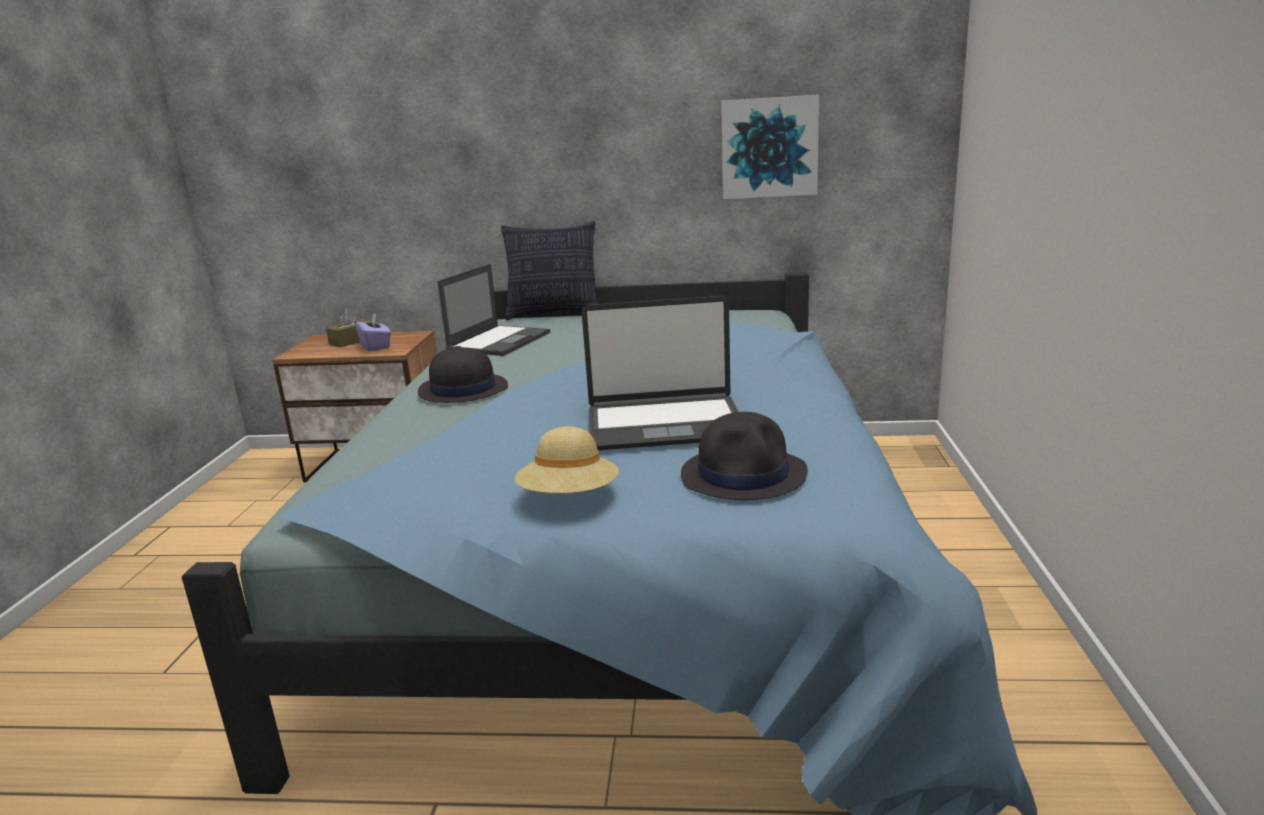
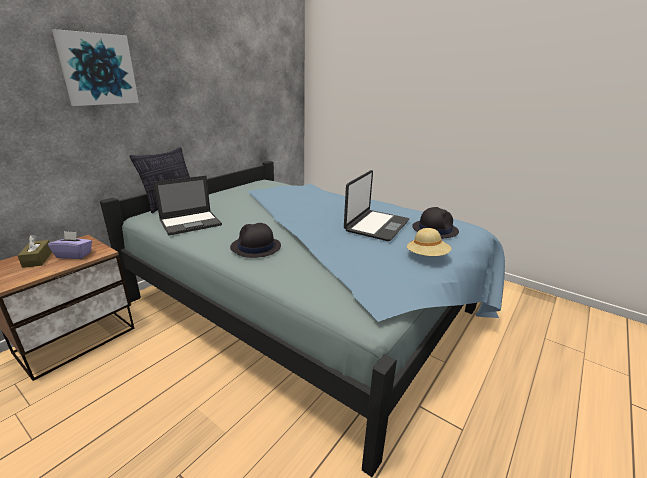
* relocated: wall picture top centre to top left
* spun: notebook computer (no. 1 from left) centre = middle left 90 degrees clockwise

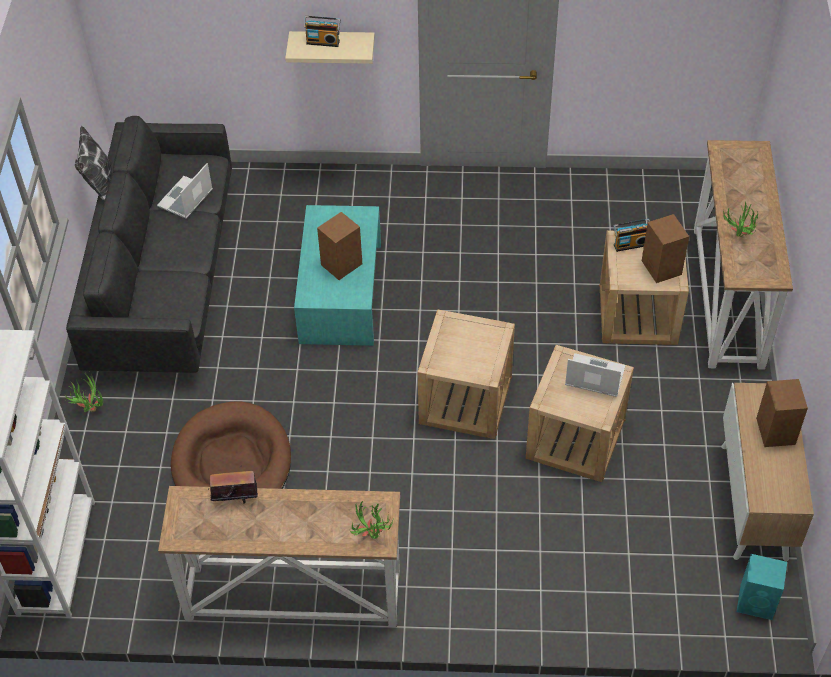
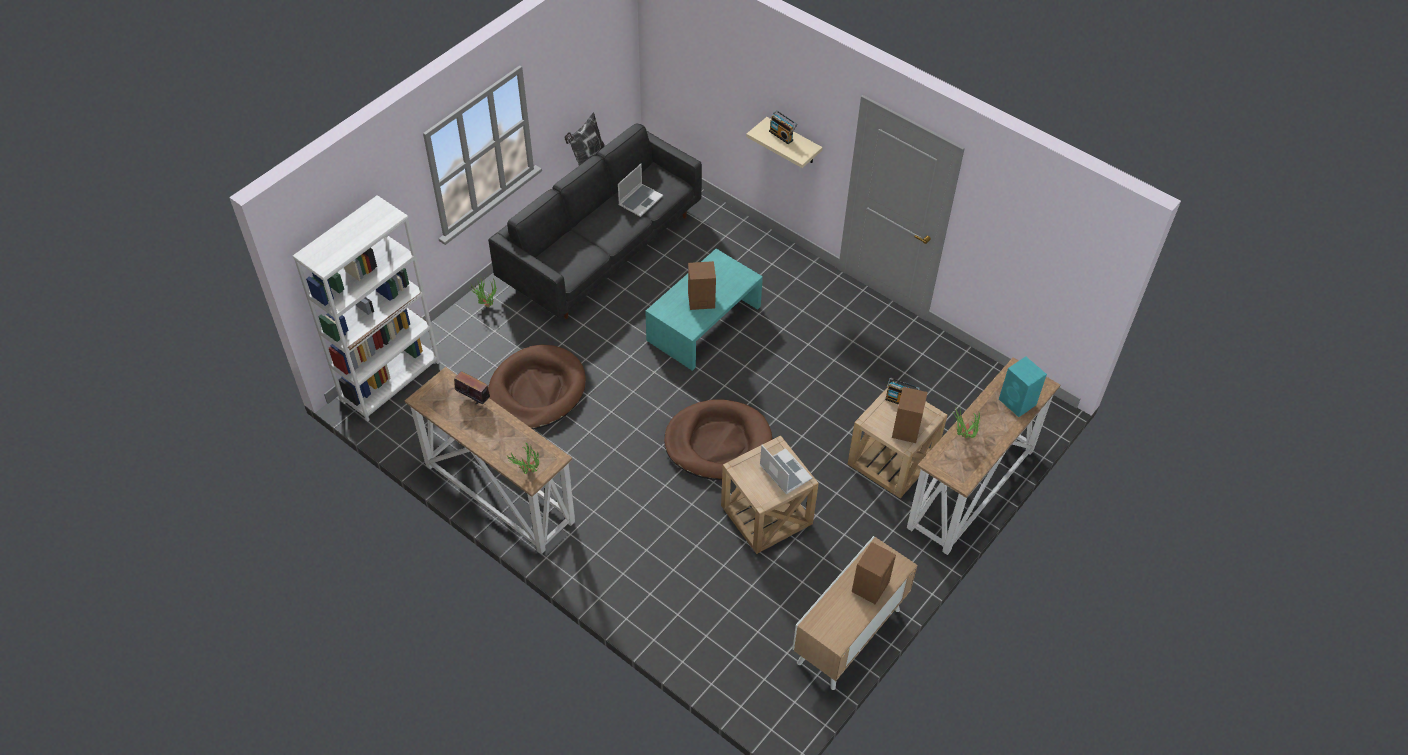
* relocated: loudspeaker (turquoise-coloured) bottom right to middle right
* exchanged: side table (beige-coloured) (no. 1 from left) centre to dog cushion (brown-coloured) (no. 2 from left) centre
* spun: notebook computer (no. 1 from left) top left = top centre 150 degrees clockwise

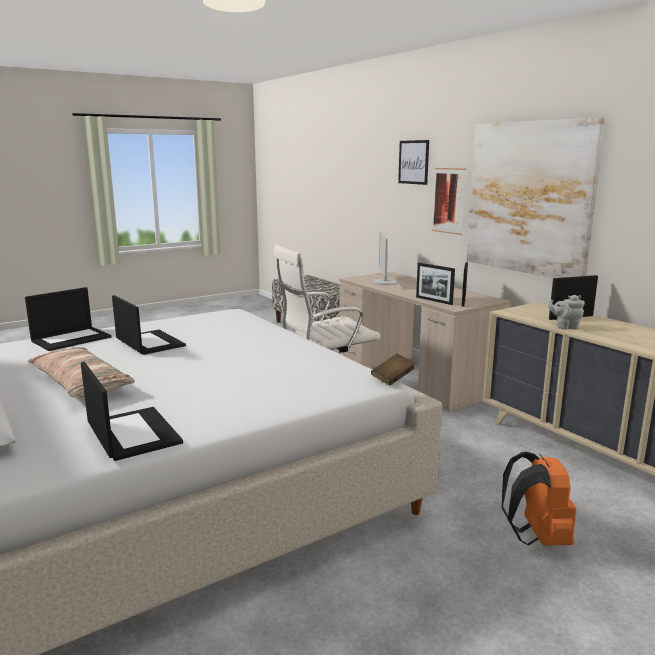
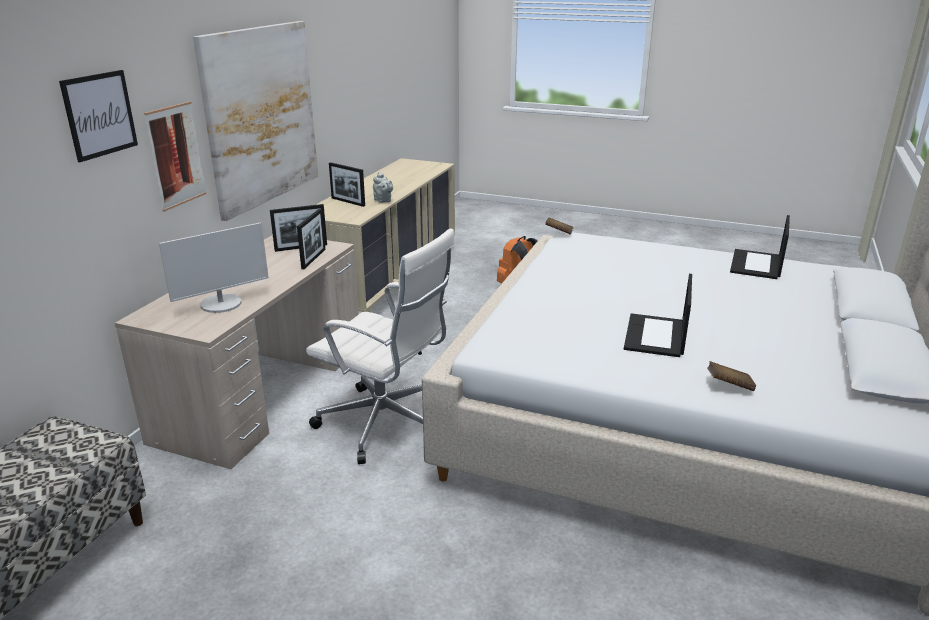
* missing: pillow middle left
* exchanged: notebook computer (no. 1 from left) middle left to book (brown-coloured) (no. 2 from left) middle right

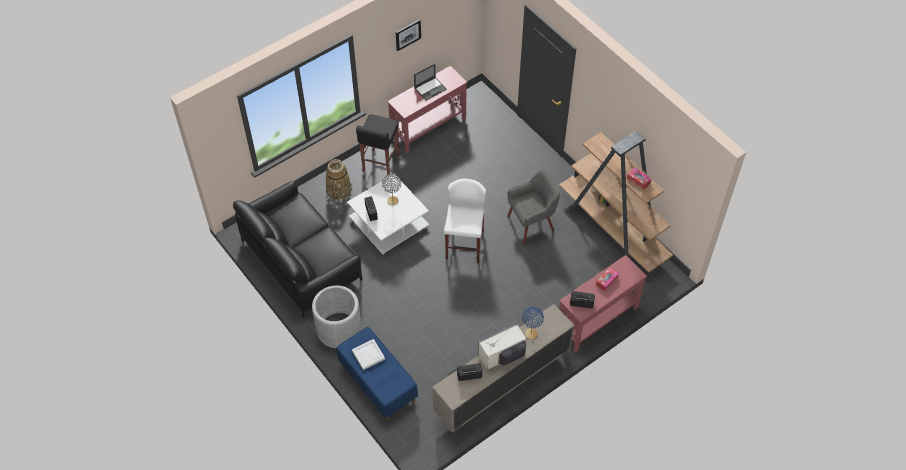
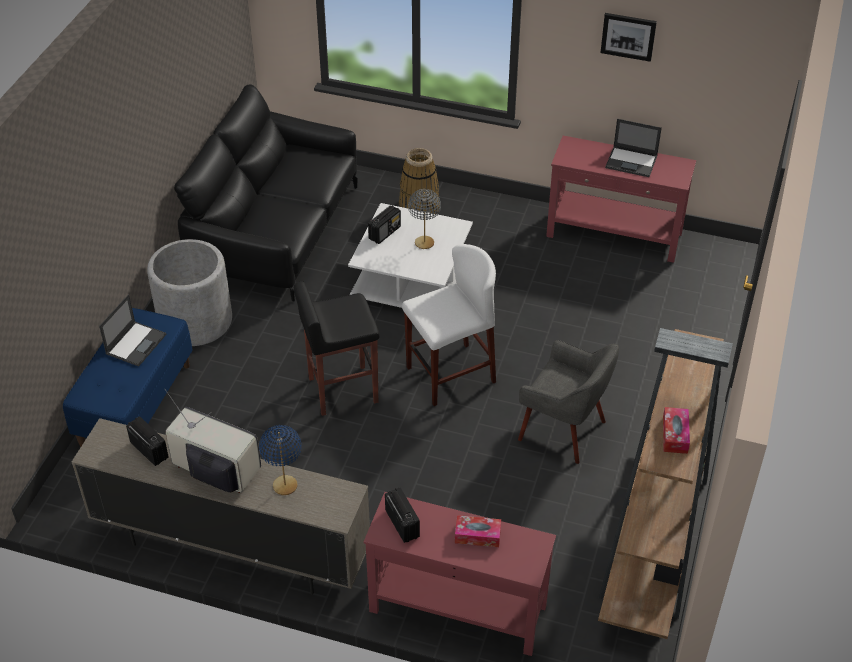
* relocated: stool seat (black-coloured) top centre to centre
* exchanged: carrying tray (whitish) bottom centre to notebook computer (no. 1 from left) middle left

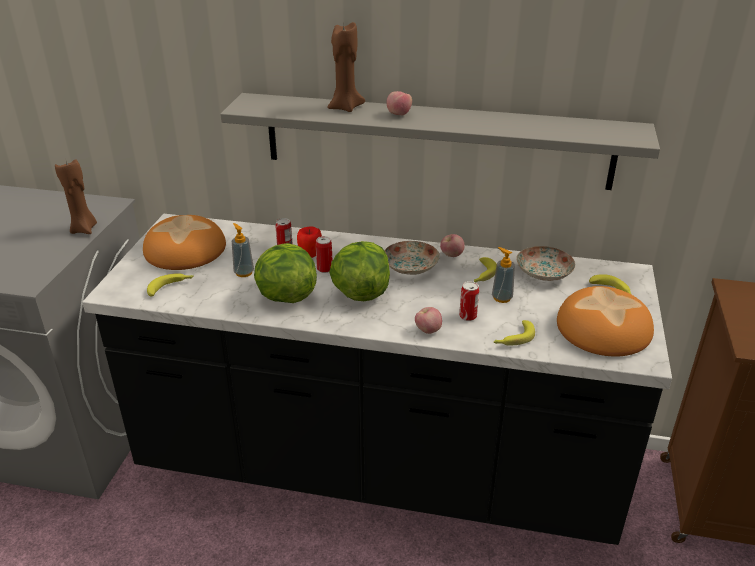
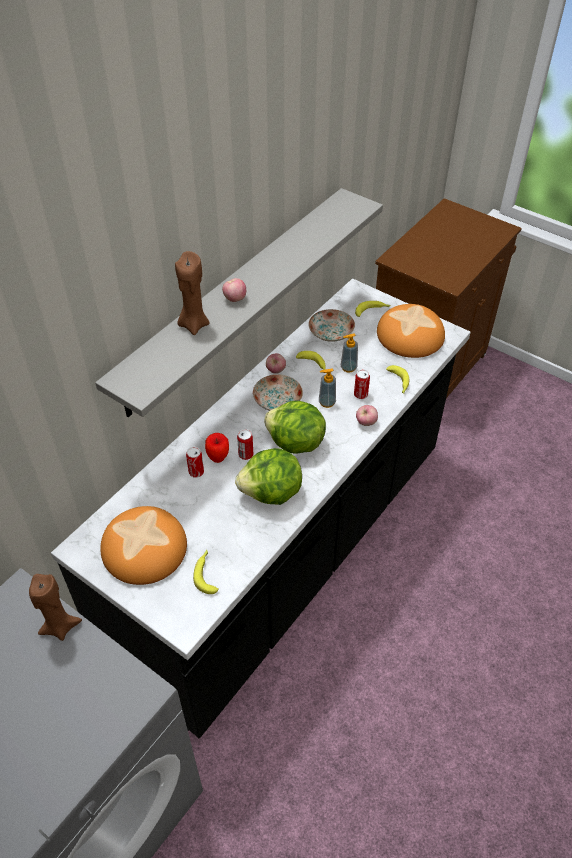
* relocated: liquid soap bottle (no. 1 from left) middle left to centre

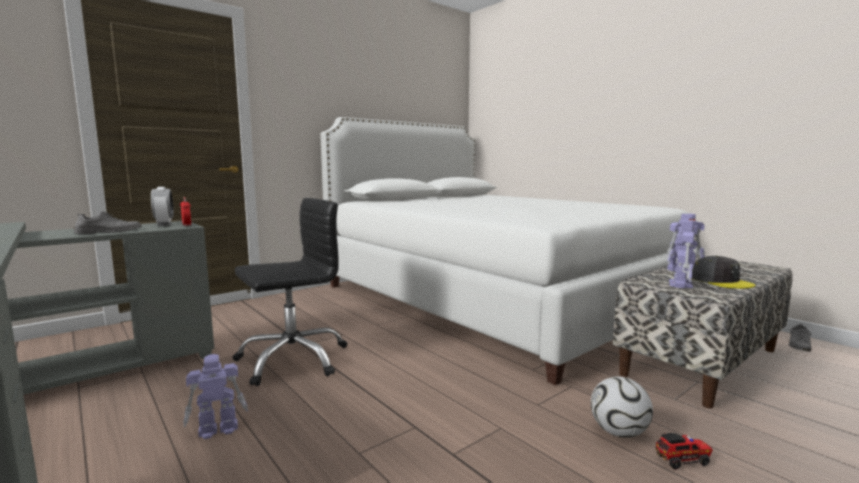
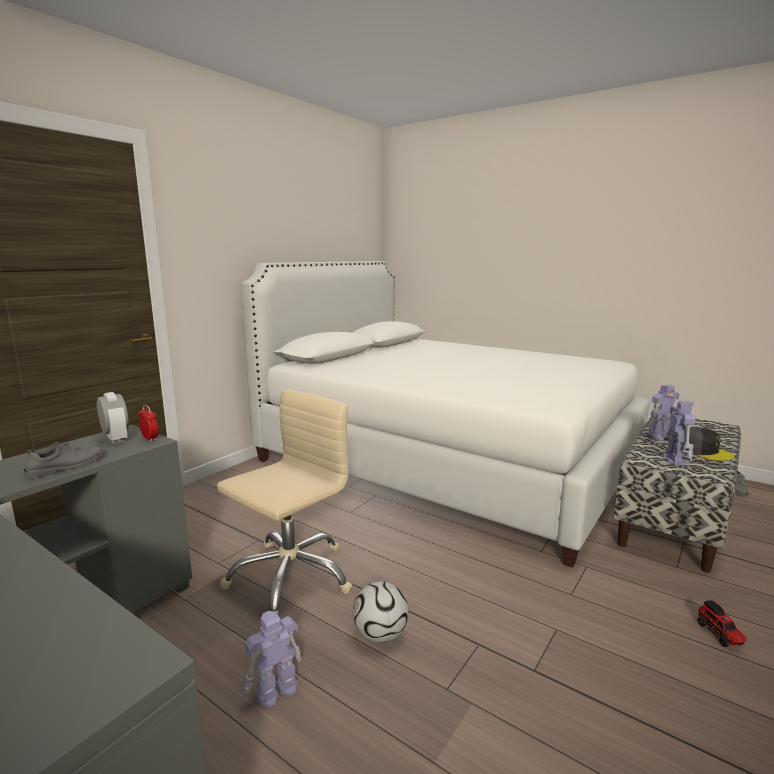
* relocated: football bottom right to bottom centre
* colour: computer chair (black-coloured) centre to computer chair (beige-coloured) centre
* spun: model truck bottom right = bottom right 105 degrees clockwise

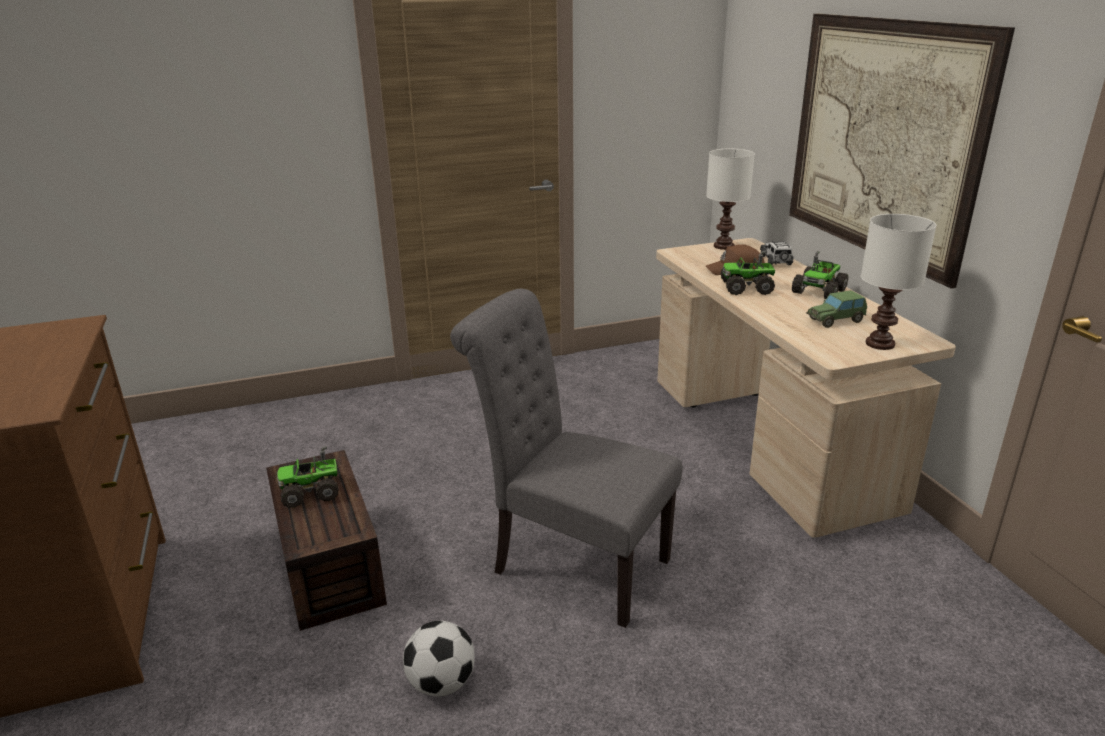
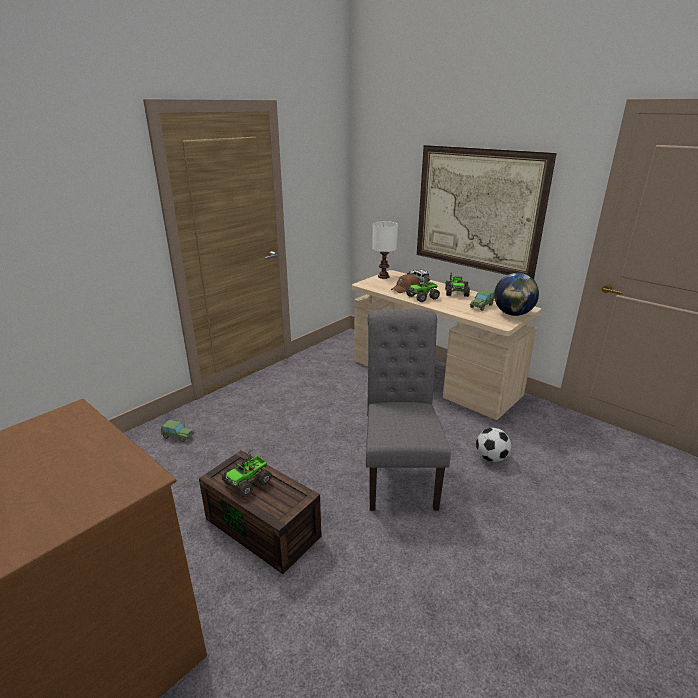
* appeared: model car (no. 1 from left) middle left
* relocated: football bottom centre to middle right
* exchanged: table lamp (whitish) (no. 2 from left) middle right to world globe middle right
* spun: upright chair (grey) centre = centre 90 degrees clockwise

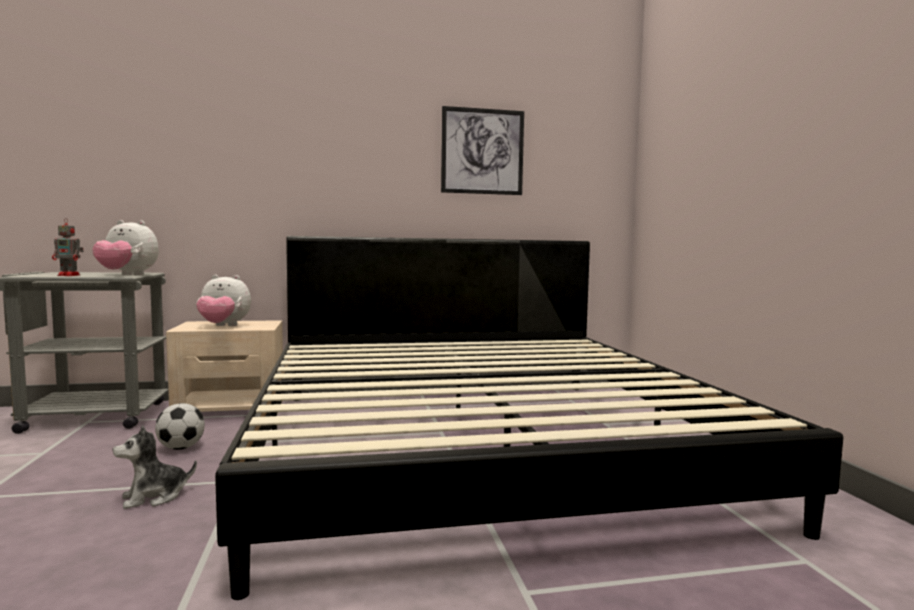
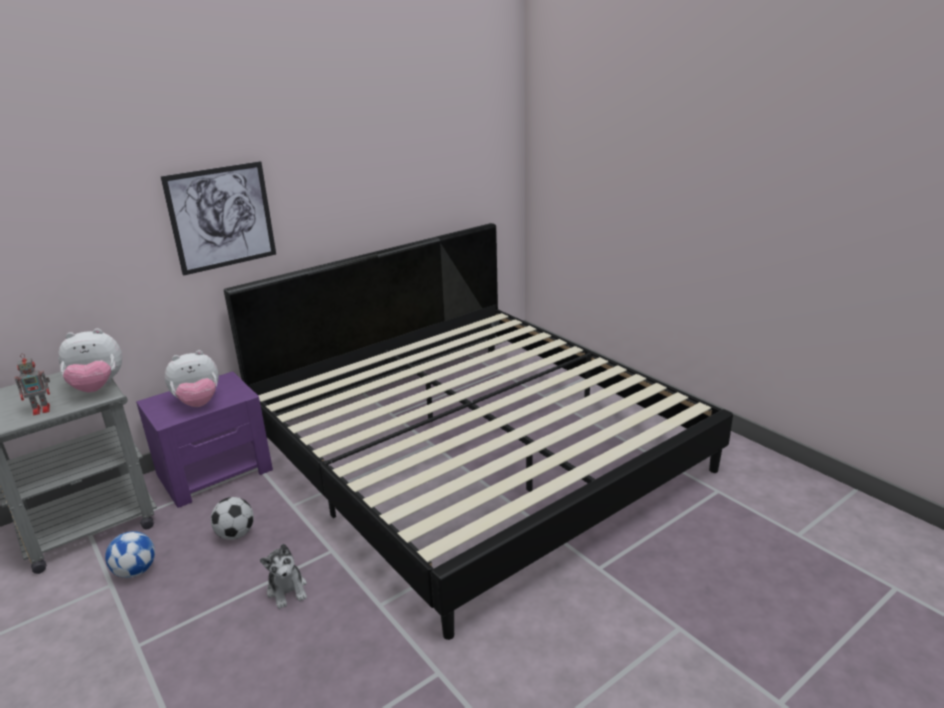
* appeared: football (no. 1 from left) bottom left
* relocated: wall picture top centre to top left
* colour: nightstand (beige-coloured) middle left to nightstand (purple) middle left
* spun: plush toy (no. 2 from left in the first image) bottom left = bottom left 60 degrees counterclockwise

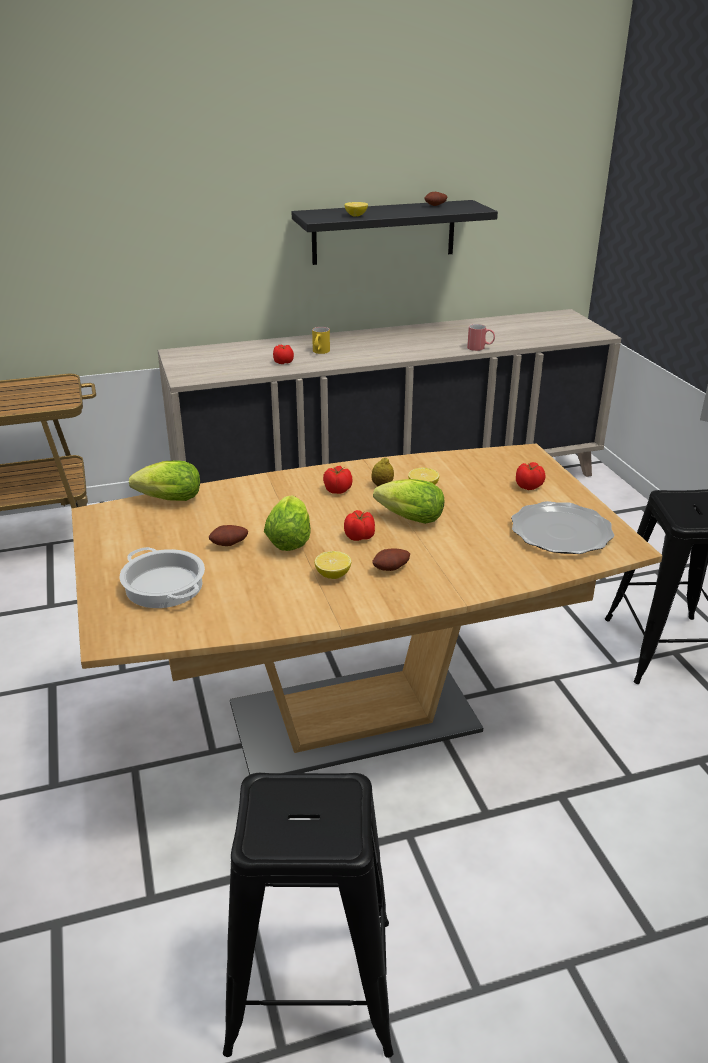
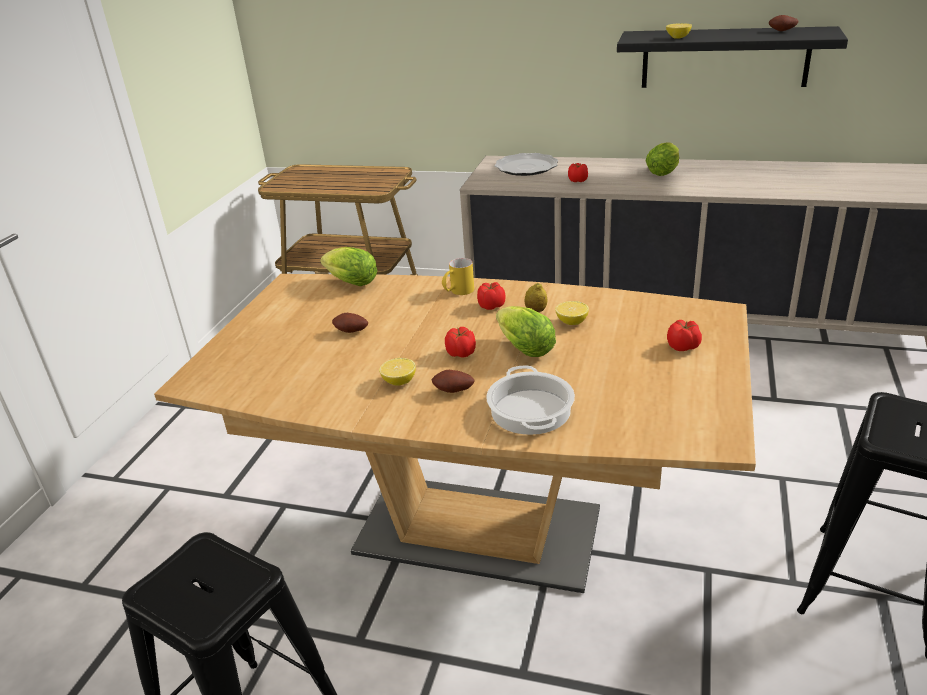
* missing: mug (reddish) top right
* relocated: cooking pot middle left to centre
* relocated: head of lettuce (no. 2 from left in the first image) centre to head of lettuce (no. 3 from left) top right
* relocated: mug (yellow-coloured) top centre to centre
* relocated: dinner plate middle right to top centre

